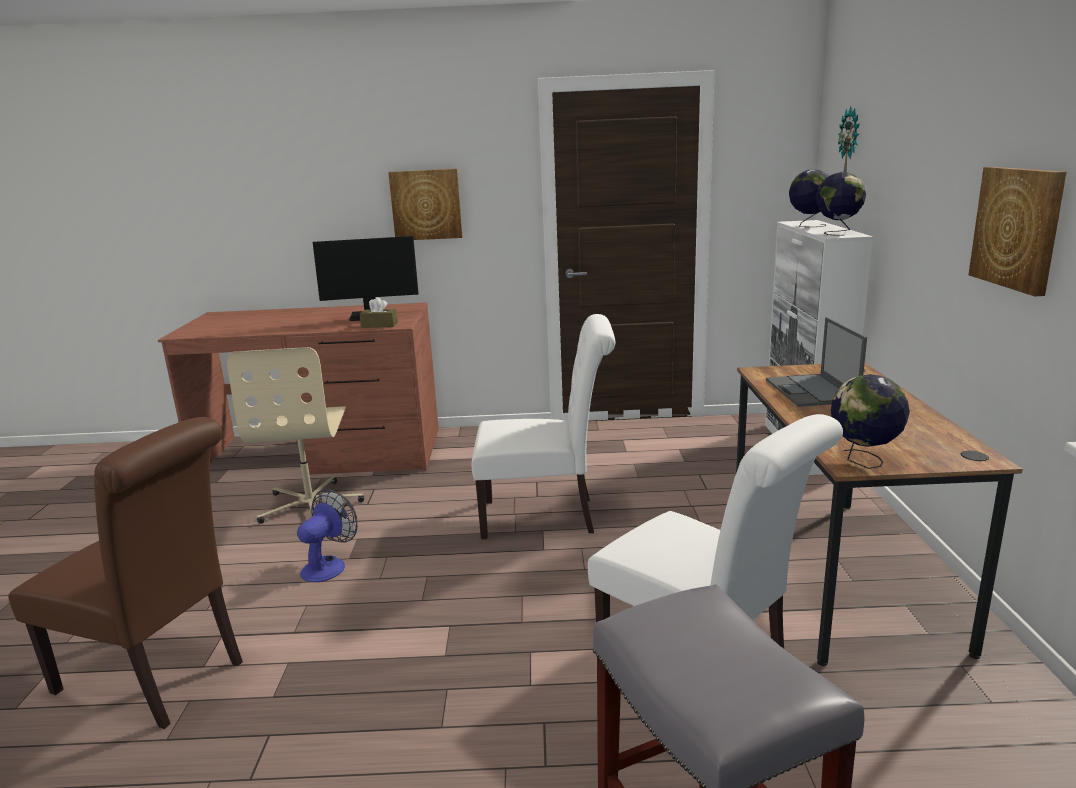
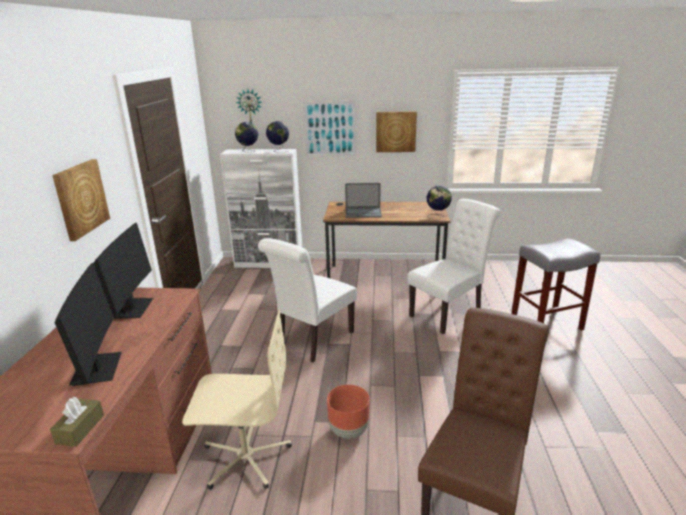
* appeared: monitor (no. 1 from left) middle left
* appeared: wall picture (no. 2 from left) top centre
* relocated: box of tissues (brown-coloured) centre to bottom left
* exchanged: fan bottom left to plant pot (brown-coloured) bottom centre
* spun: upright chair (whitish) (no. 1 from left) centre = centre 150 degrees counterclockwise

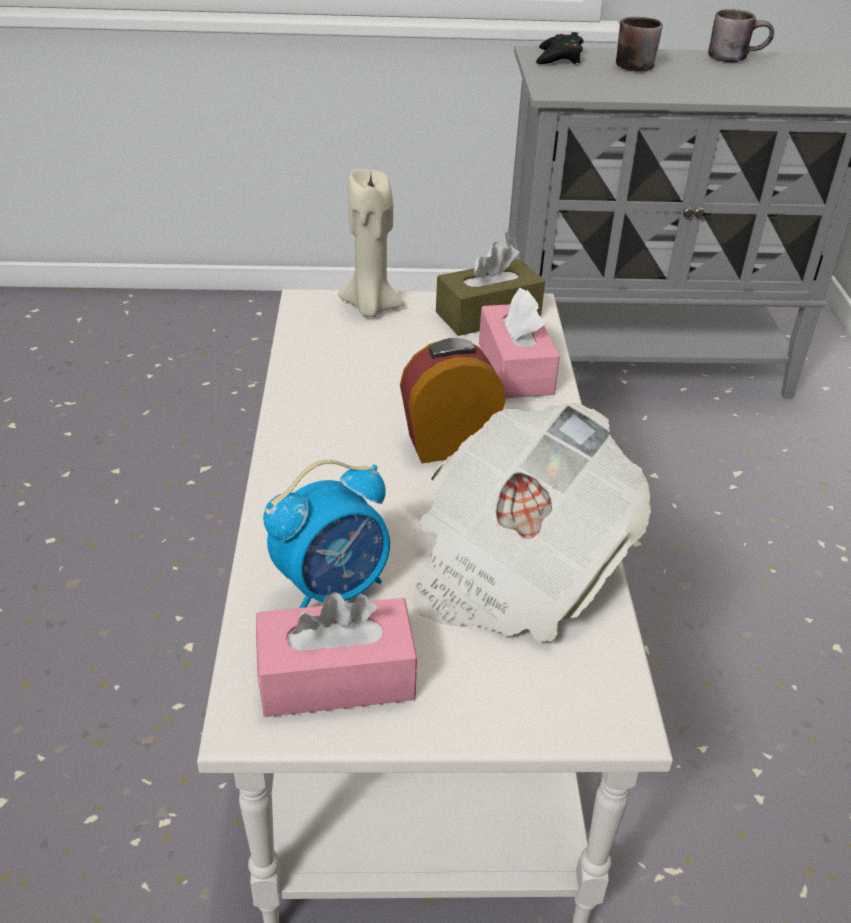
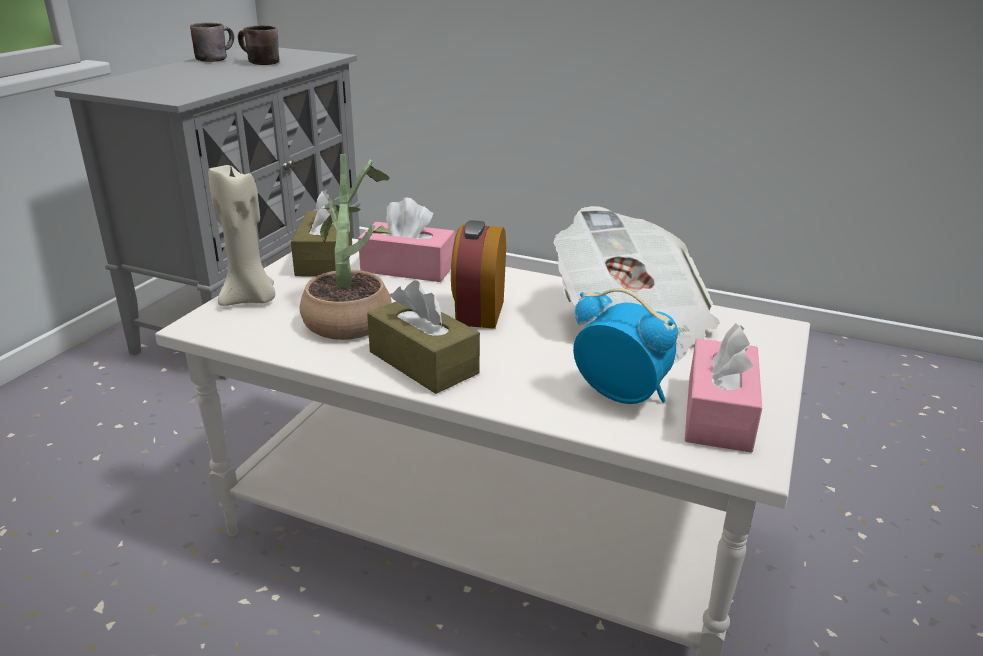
* missing: game controller (black-coloured) top centre
* appeared: plant in a pot centre
* appeared: box of tissues (brown-coloured) (no. 2 from left) centre
* relocated: mug (brown-coloured) (no. 1 from left in the first image) top right to mug (brown-coloured) (no. 2 from left) top left
* spun: alarm clock (no. 1 from left in the first image) centre = centre 45 degrees counterclockwise

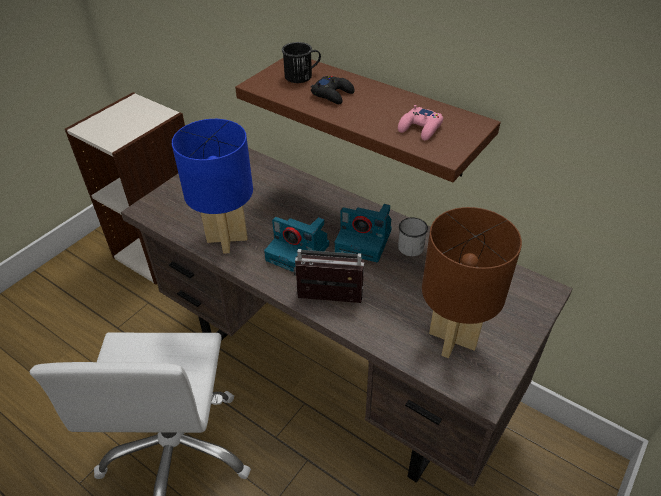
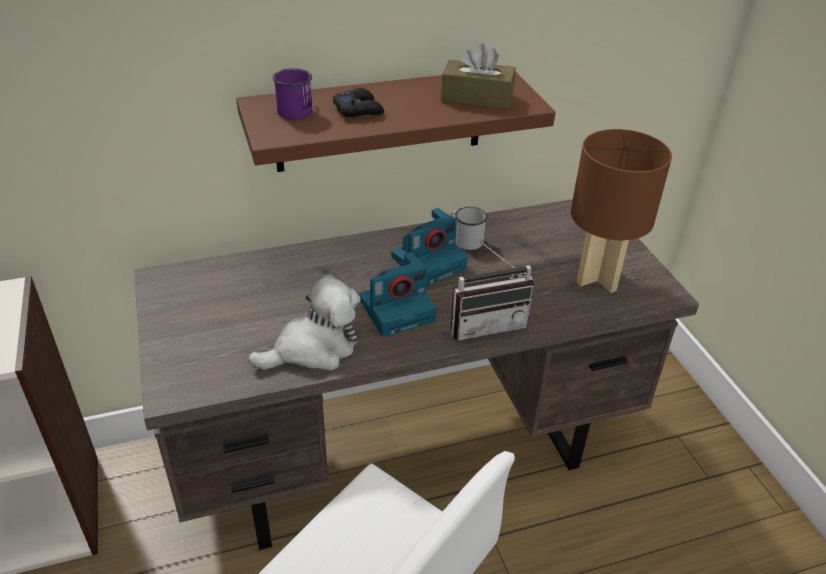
* exchanged: table lamp (blue-coloured) middle left to plush toy centre
* exchanged: game controller (pink-coloured) top centre to box of tissues (brown-coloured) top centre
* colour: mug (black-coloured) top centre to mug (purple) top centre
* spun: radio receiver centre = centre 150 degrees counterclockwise

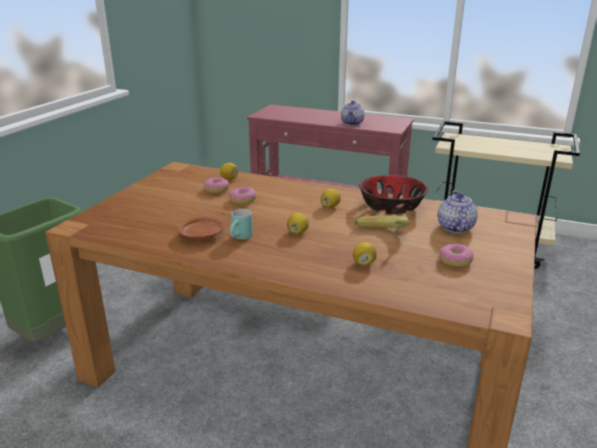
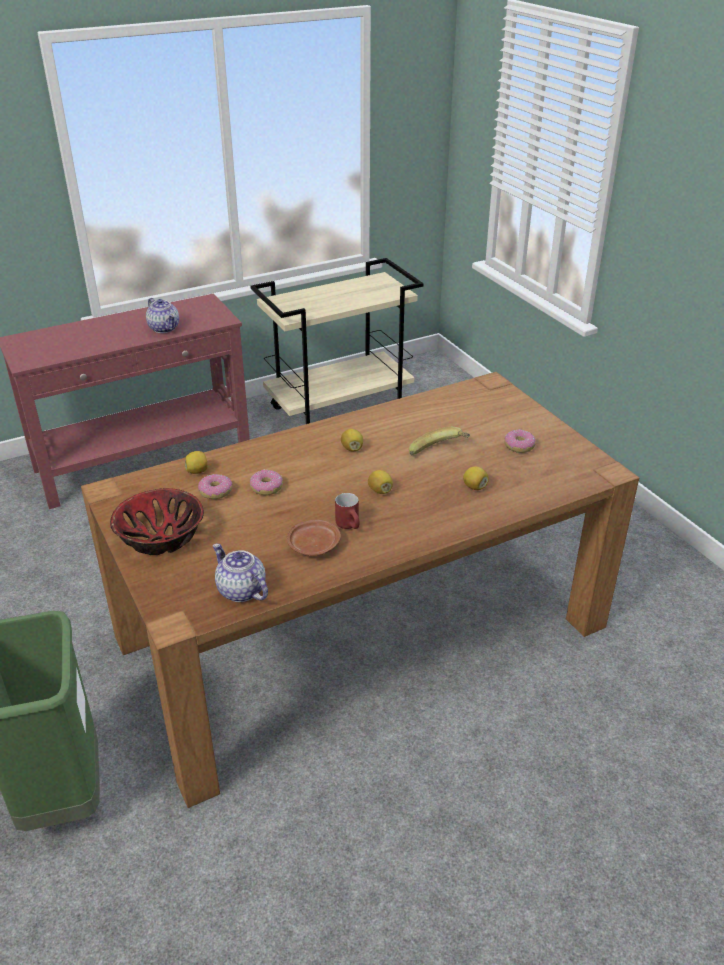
* relocated: serving bowl centre to middle left
* relocated: pot for tea (no. 2 from left) middle right to middle left
* colour: mug (turquoise-coloured) centre to mug (reddish) centre

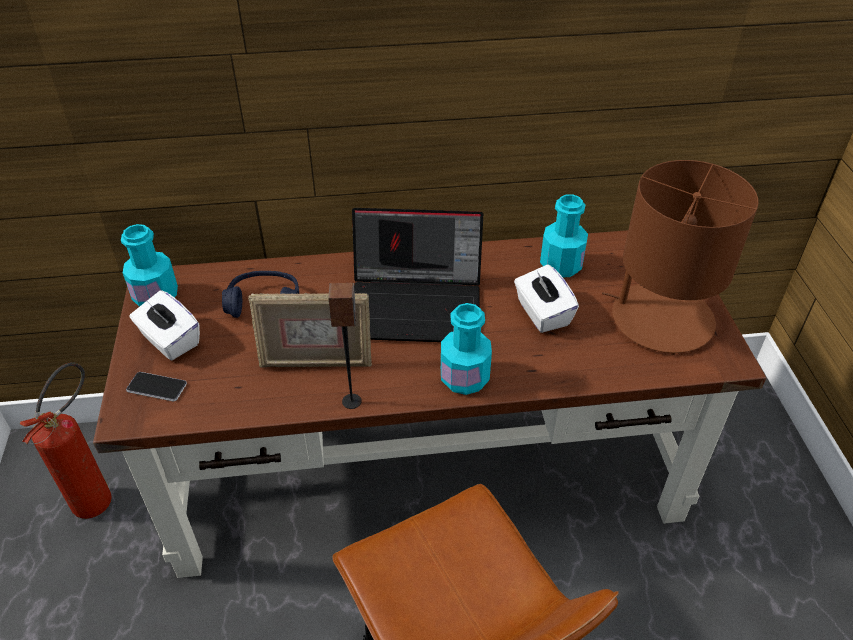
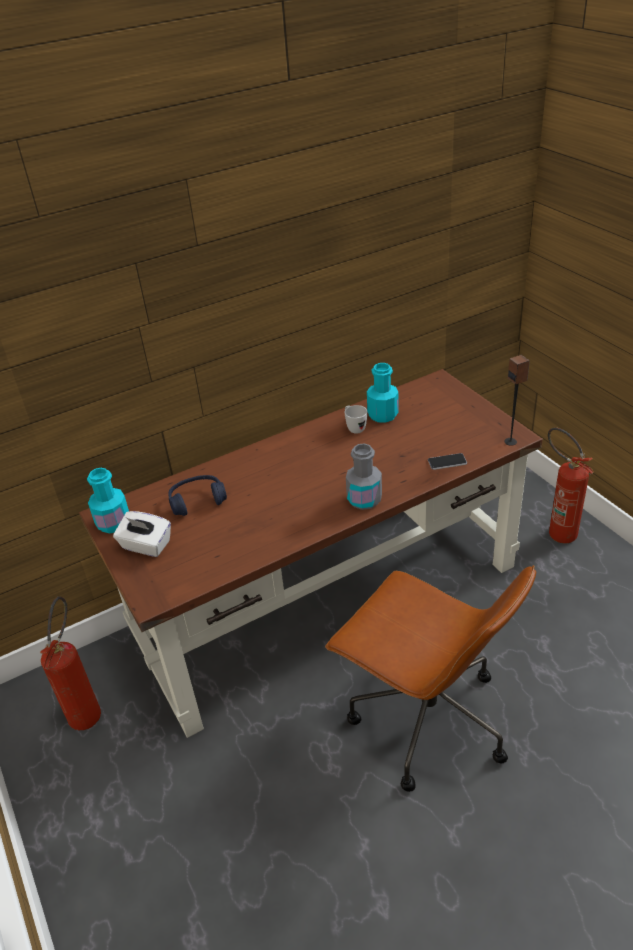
* missing: standing frame centre
* missing: notebook computer centre
* missing: box of tissues (whitish) (no. 2 from left) centre
* missing: table lamp (brown-coloured) middle right
* appeared: mug (whitish) centre
* appeared: fire-fighting cylinder (no. 2 from left) middle right
* relocated: handset middle left to middle right
* relocated: loudspeaker centre to middle right
* colour: drink bottle (turquoise-coloured) (no. 2 from left) centre to drink bottle (grey) centre

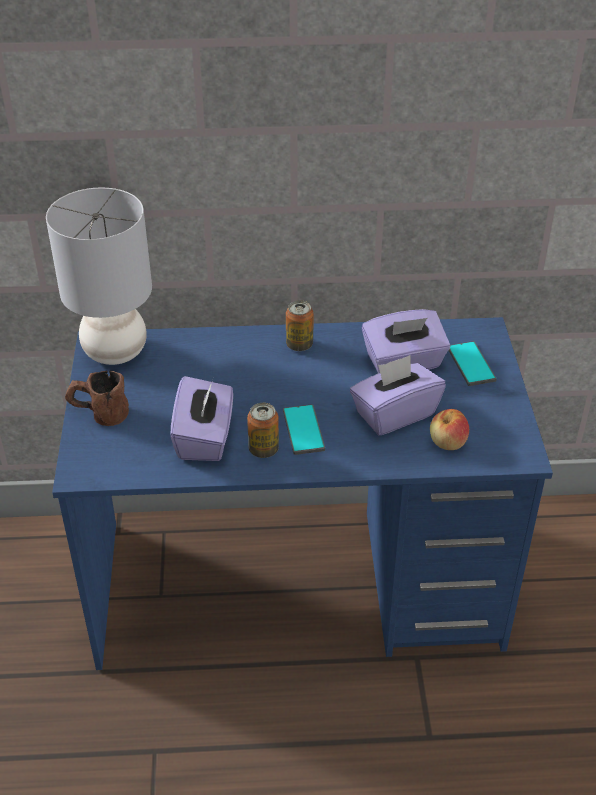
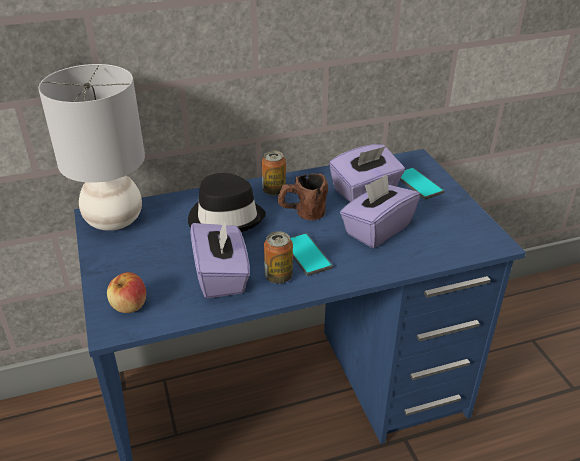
* appeared: hat (black-coloured) centre
* relocated: mug (brown-coloured) middle left to centre
* relocated: apple fruit middle right to middle left

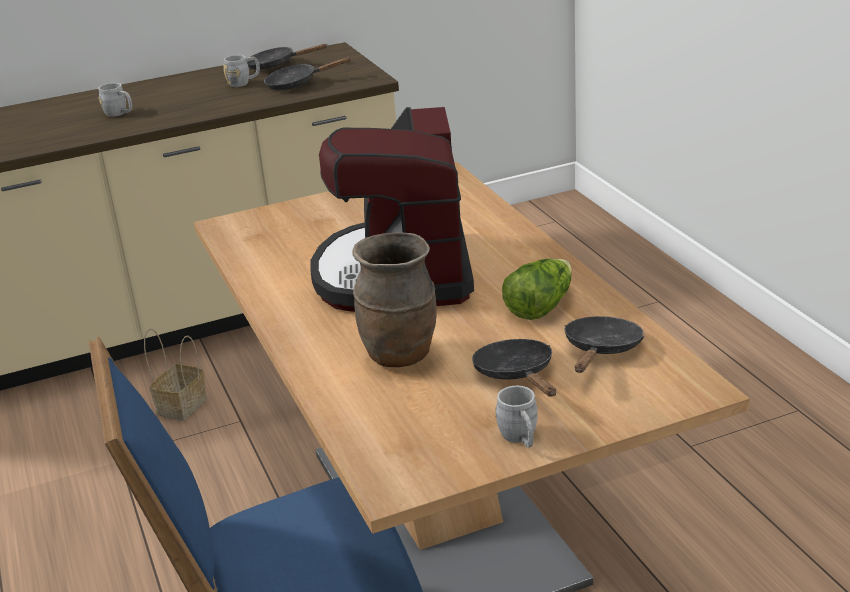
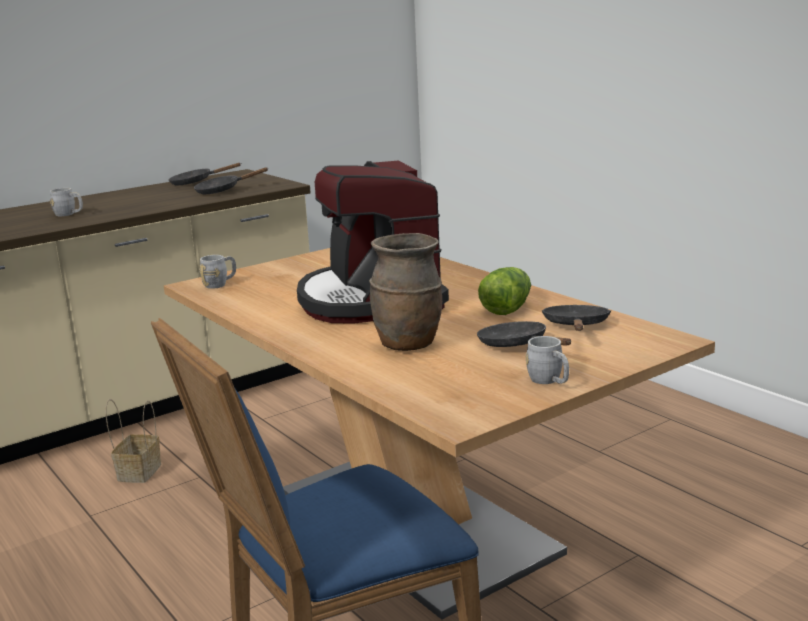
* relocated: mug (grey) (no. 2 from left) top left to middle left

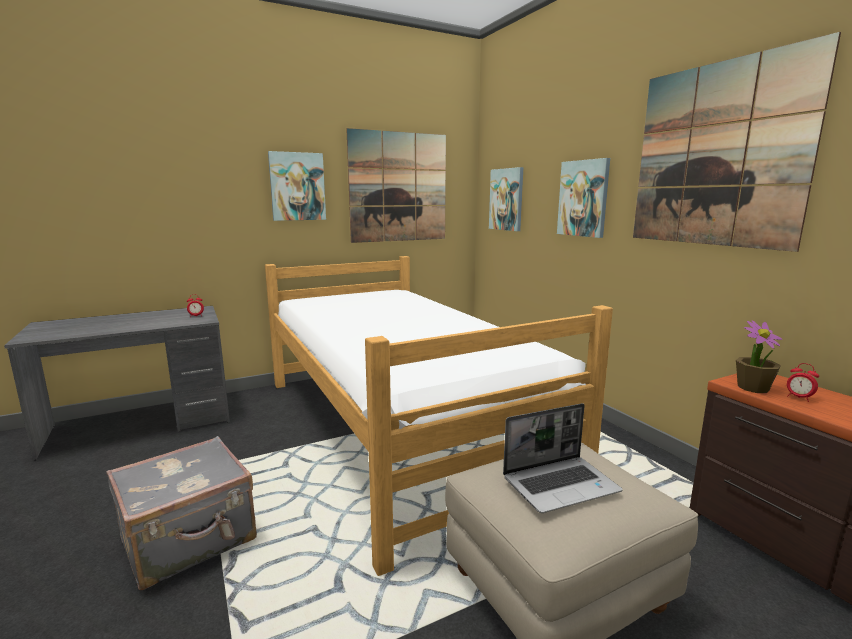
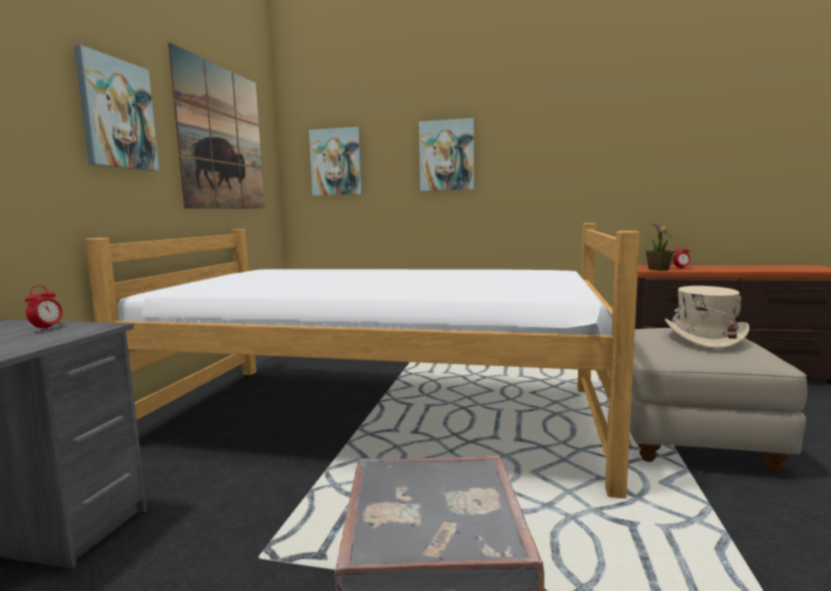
* missing: wall picture (no. 5 from left) top right
* exchanged: notebook computer bottom centre to hat (beige-coloured) middle right

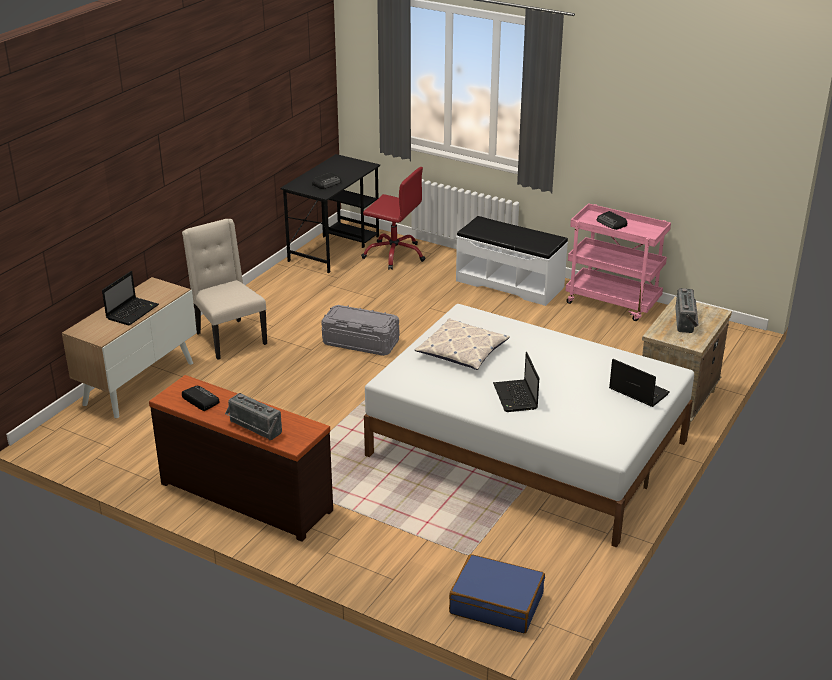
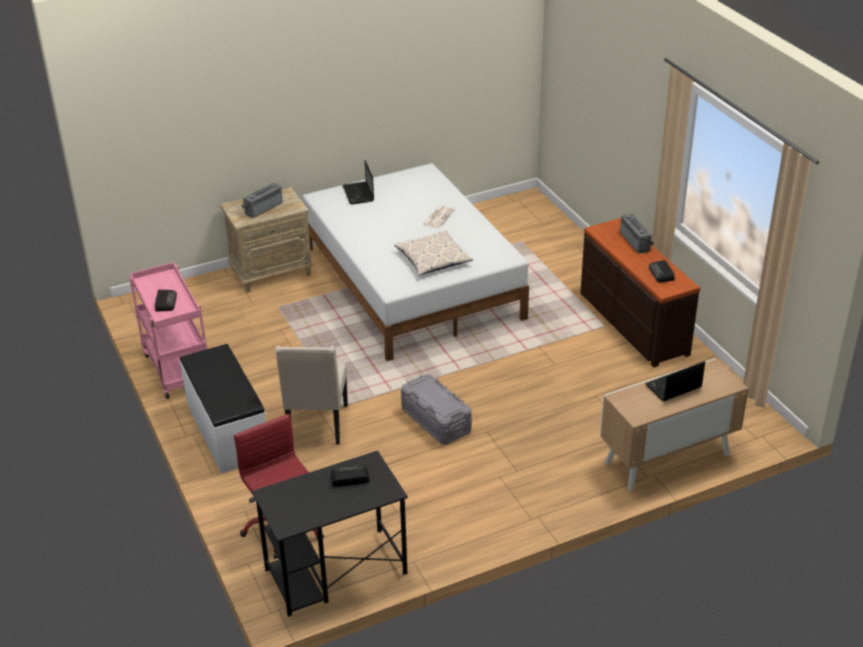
* missing: piece of luggage (blue-coloured) bottom centre
* relocated: upright chair (beige-coloured) middle left to centre
* exchanged: notebook computer (no. 2 from left) centre to printed paper centre

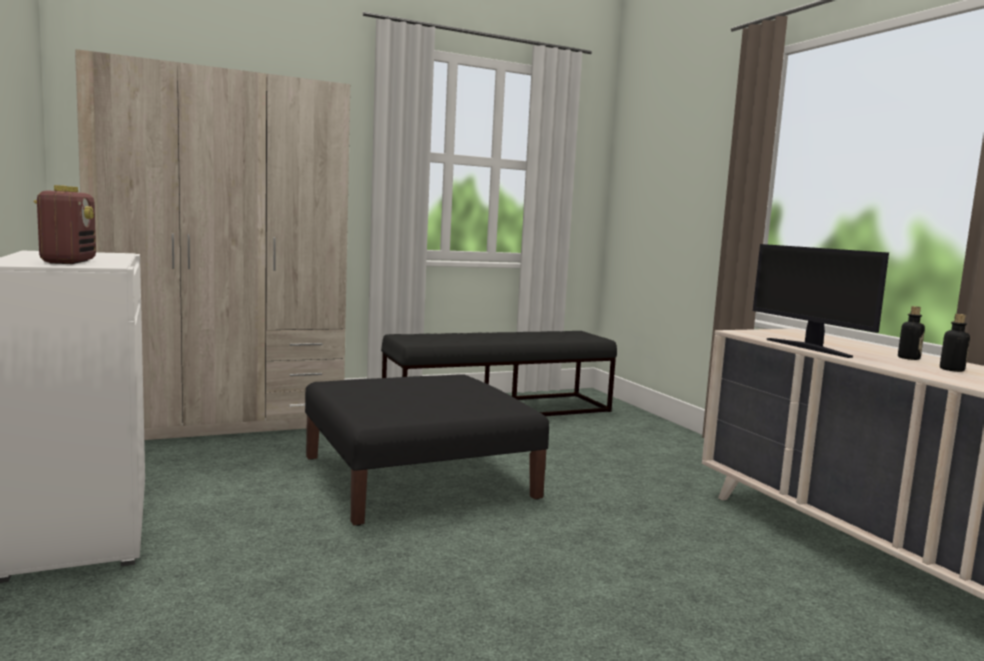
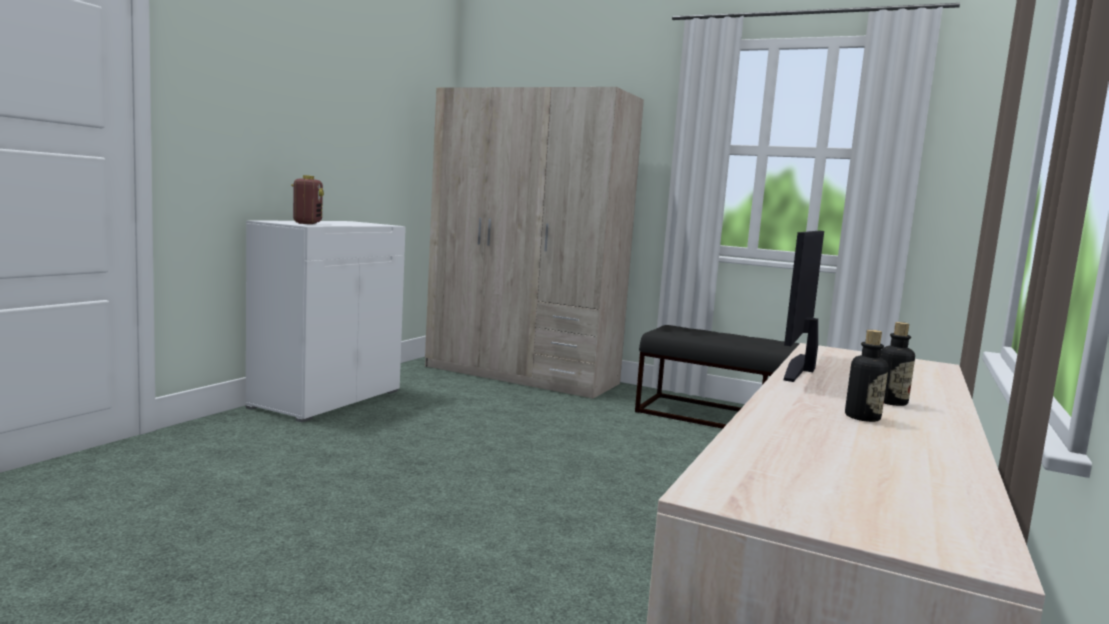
* missing: footrest (black-coloured) bottom centre
* spun: radio receiver middle left = top left 45 degrees counterclockwise

